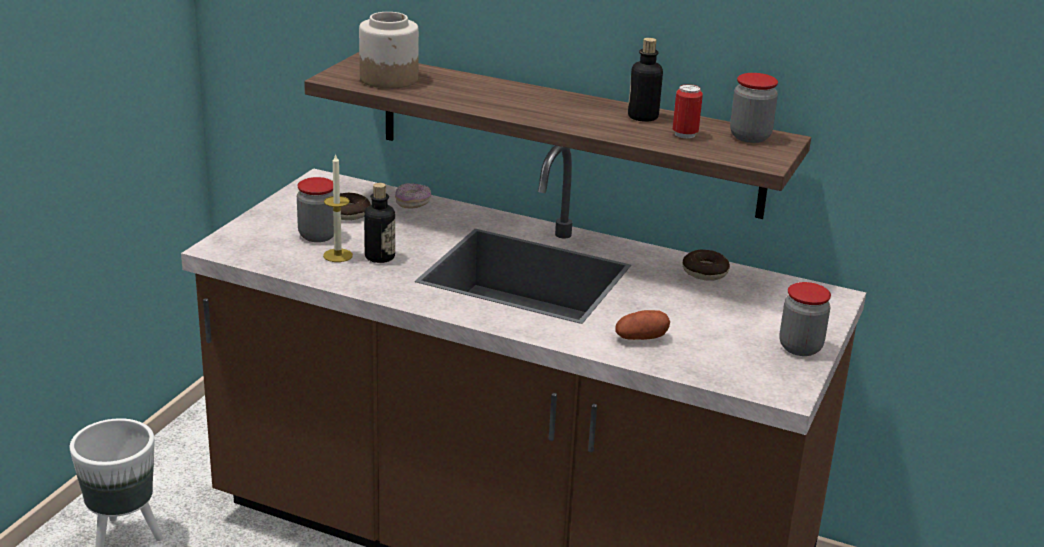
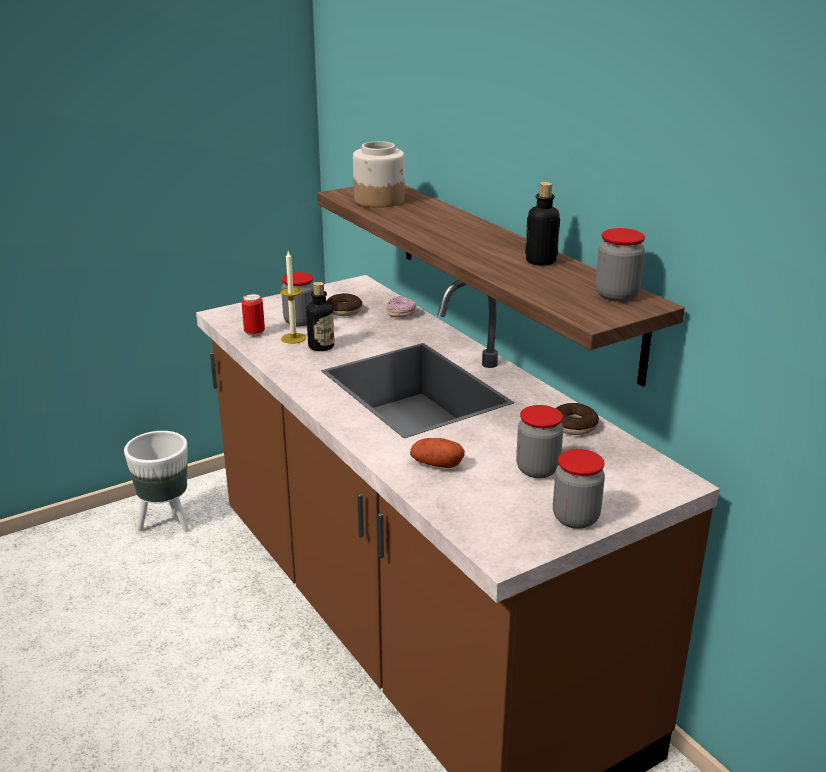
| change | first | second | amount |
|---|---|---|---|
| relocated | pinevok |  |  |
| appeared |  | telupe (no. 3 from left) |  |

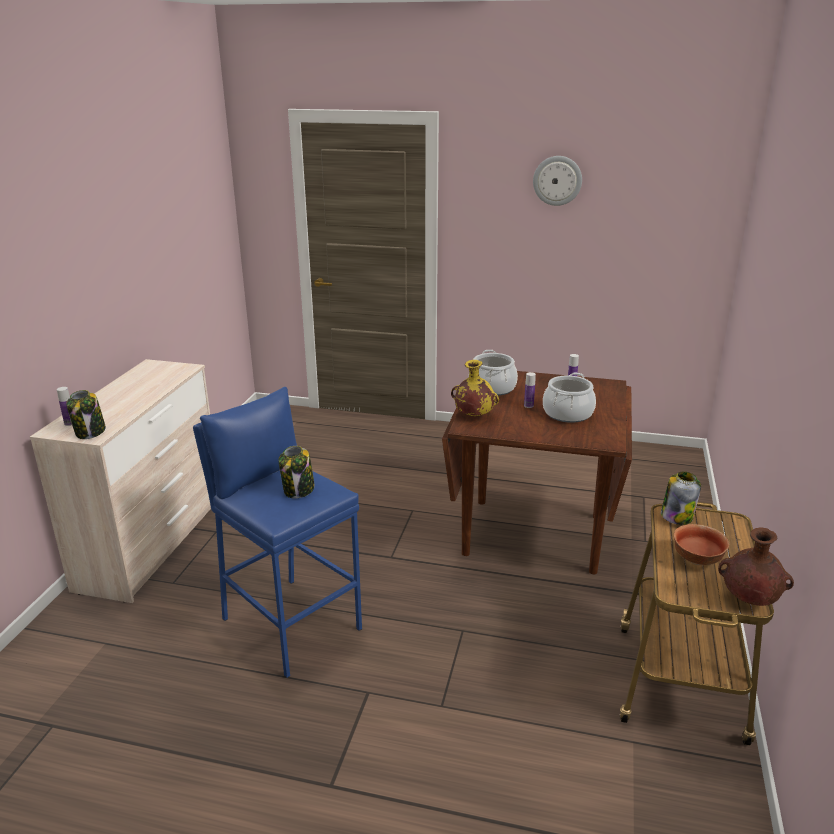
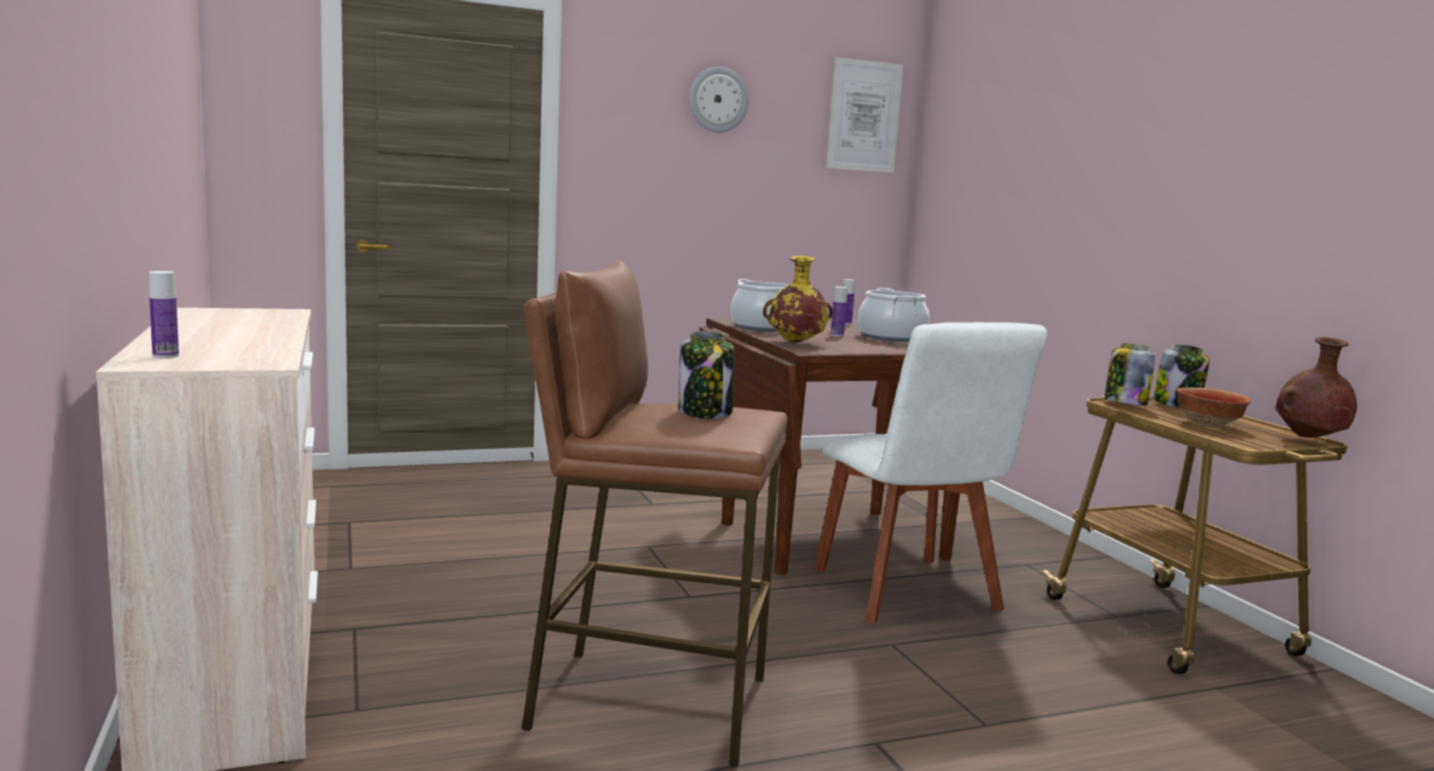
| change | first | second | amount |
|---|---|---|---|
| colour | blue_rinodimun | brown_rinodimun |  |
| relocated | telupe (no. 1 from left in the first image) | telupe (no. 3 from left) |  |
| appeared |  | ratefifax |  |
| appeared |  | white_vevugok |  |

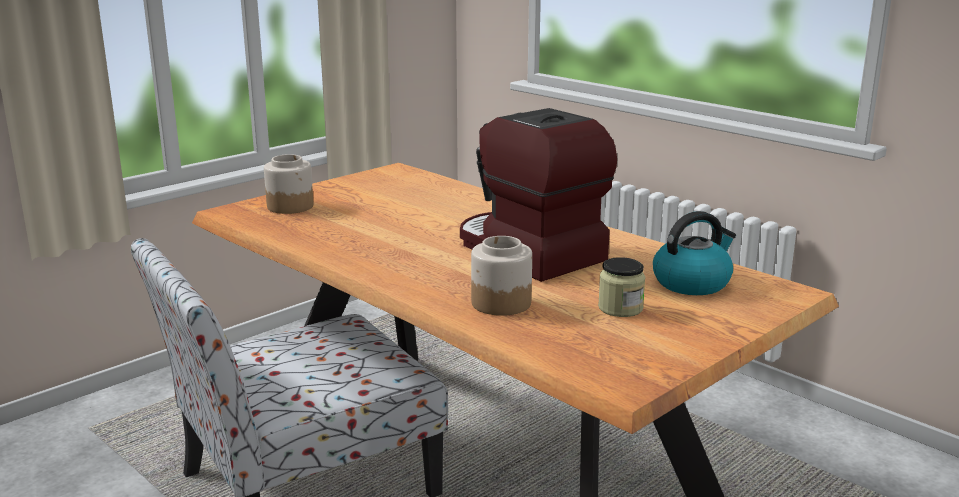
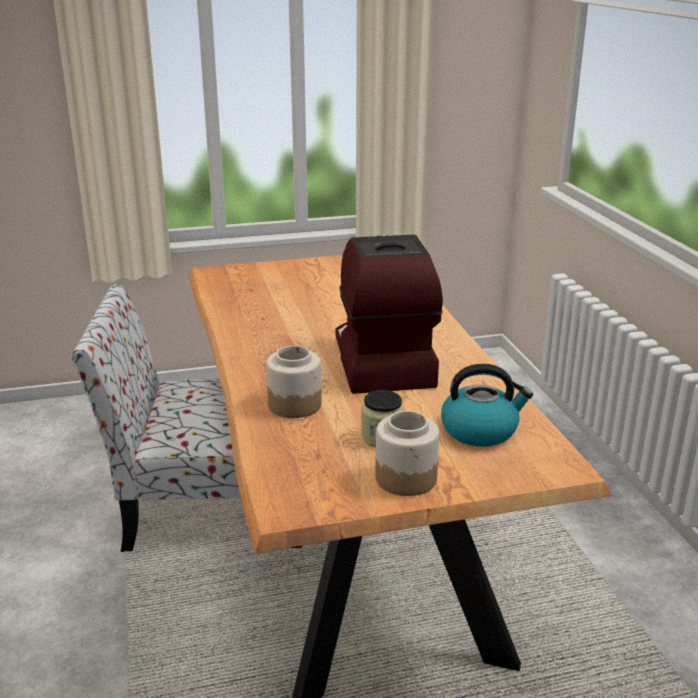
| change | first | second | amount |
|---|---|---|---|
| relocated | telupe (no. 1 from left in the first image) | telupe (no. 3 from left) |  |

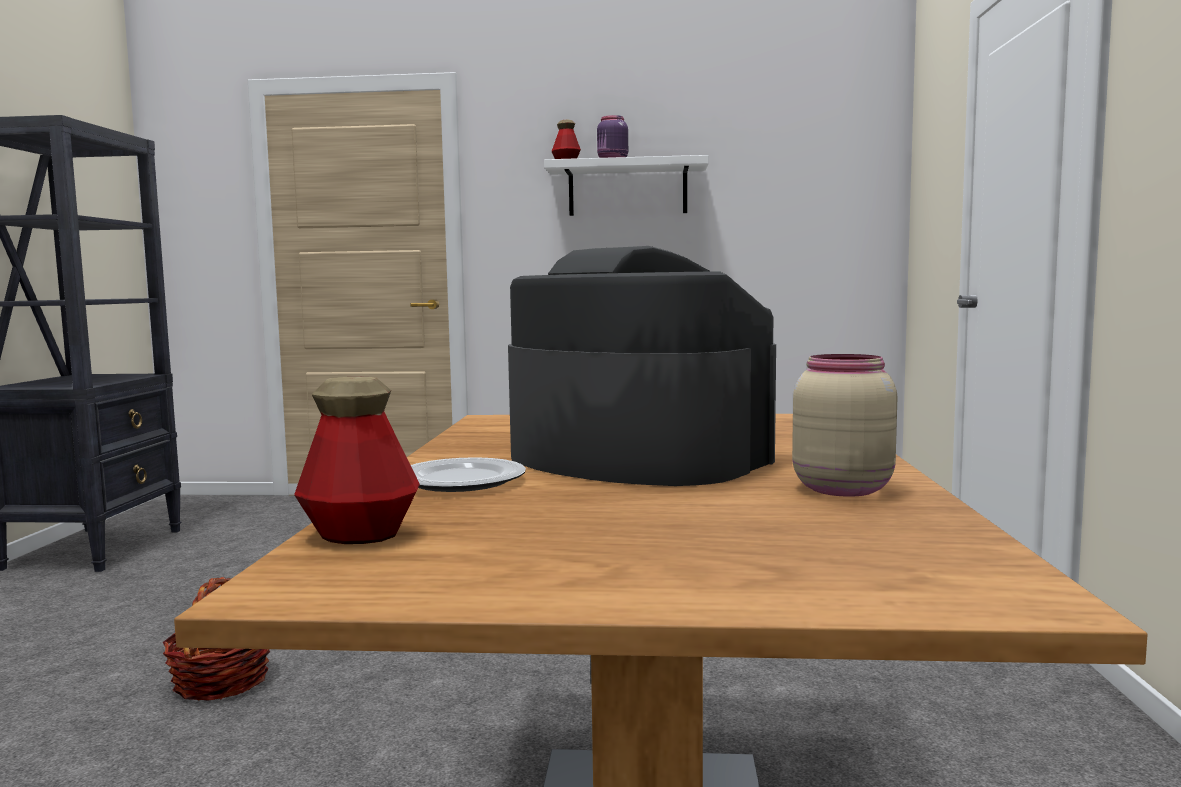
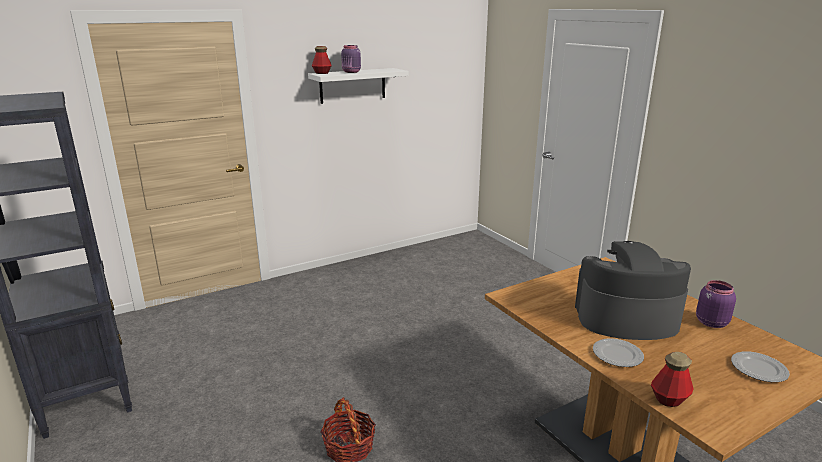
| change | first | second | amount |
|---|---|---|---|
| colour | beige_telupe | purple_telupe (no. 2 from left) |  |
| appeared |  | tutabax (no. 2 from left) |  |

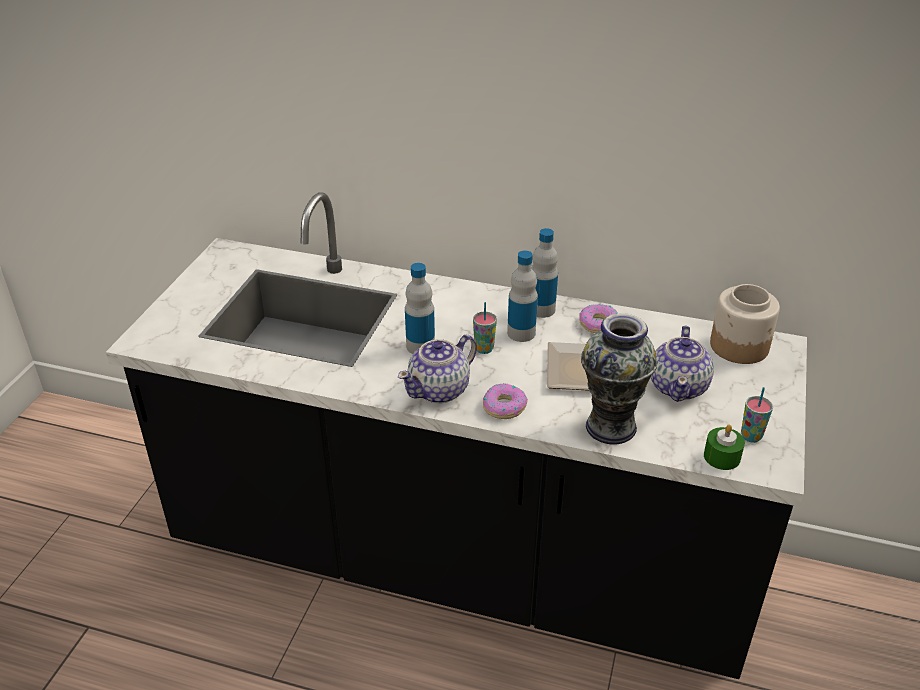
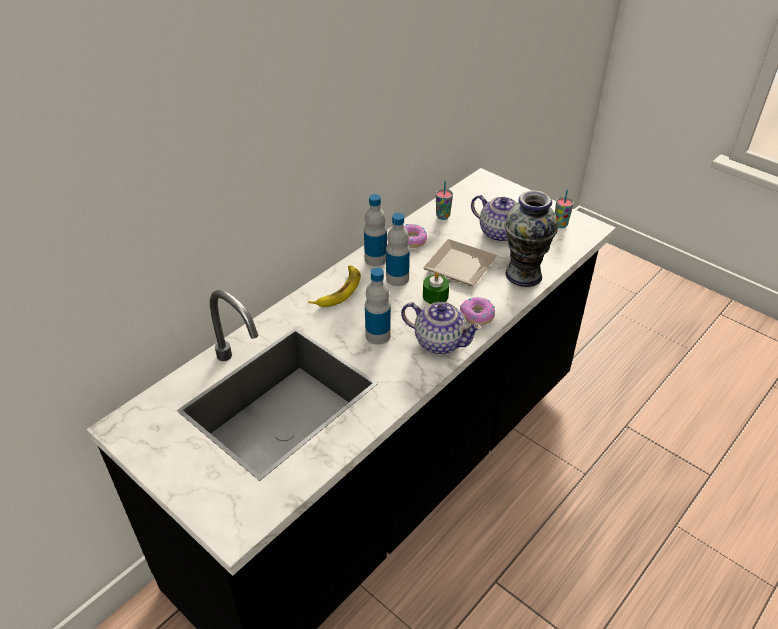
| change | first | second | amount |
|---|---|---|---|
| missing | telupe |  |  |
| relocated | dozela (no. 1 from left) |  |  |
| spun | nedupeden (no. 1 from left) |  | 45 degrees counterclockwise |
| relocated | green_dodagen |  |  |
| appeared |  | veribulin |  |

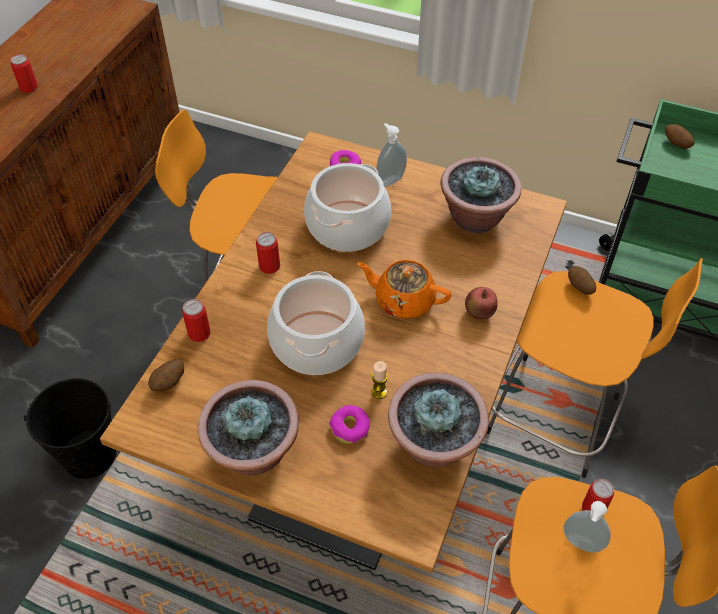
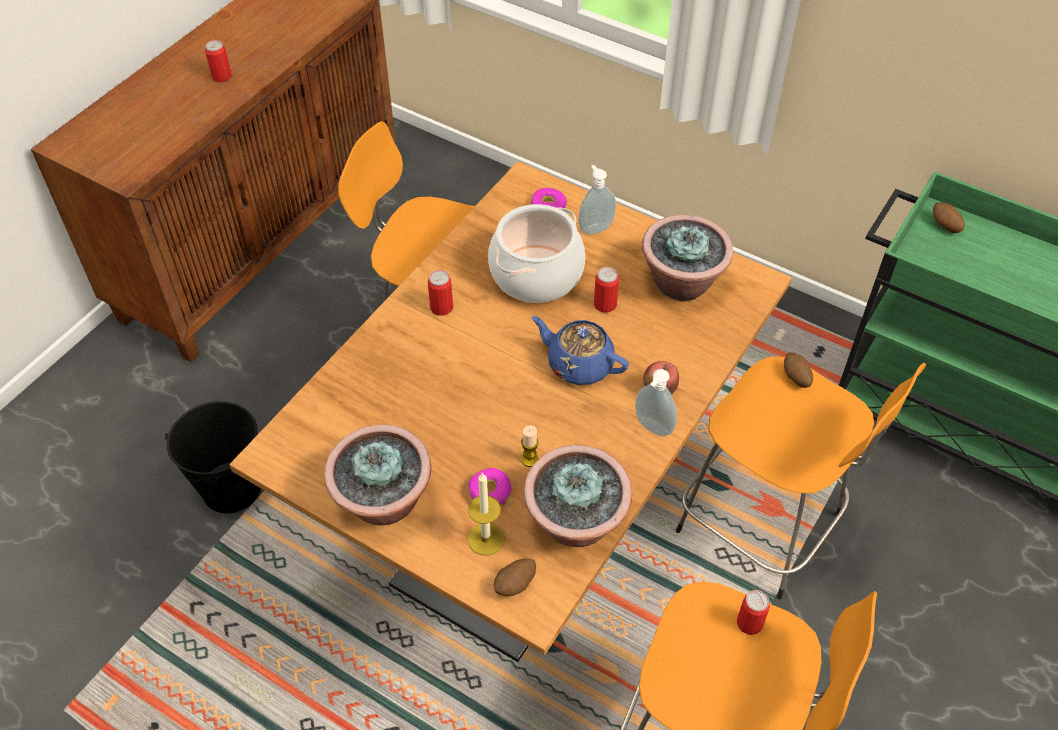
| change | first | second | amount |
|---|---|---|---|
| colour | orange_nedupeden | blue_nedupeden |  |
| missing | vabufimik (no. 1 from left) |  |  |
| relocated | pinevok (no. 2 from left in the first image) | pinevok (no. 3 from left) |  |
| relocated | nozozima (no. 1 from left) |  |  |
| relocated | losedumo (no. 2 from left) |  |  |
| appeared |  | dodagen (no. 1 from left) |  |

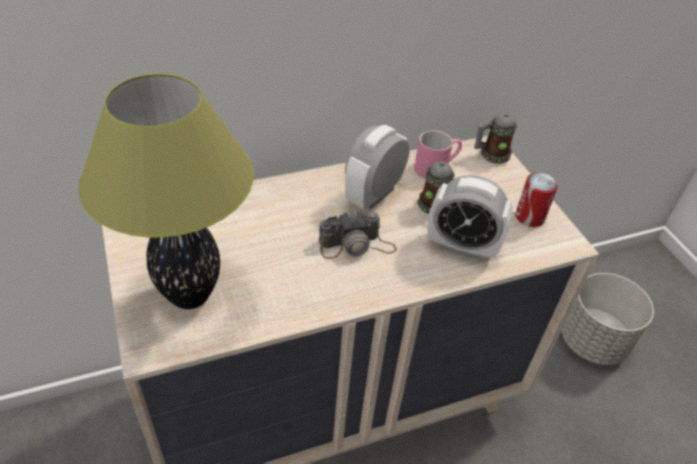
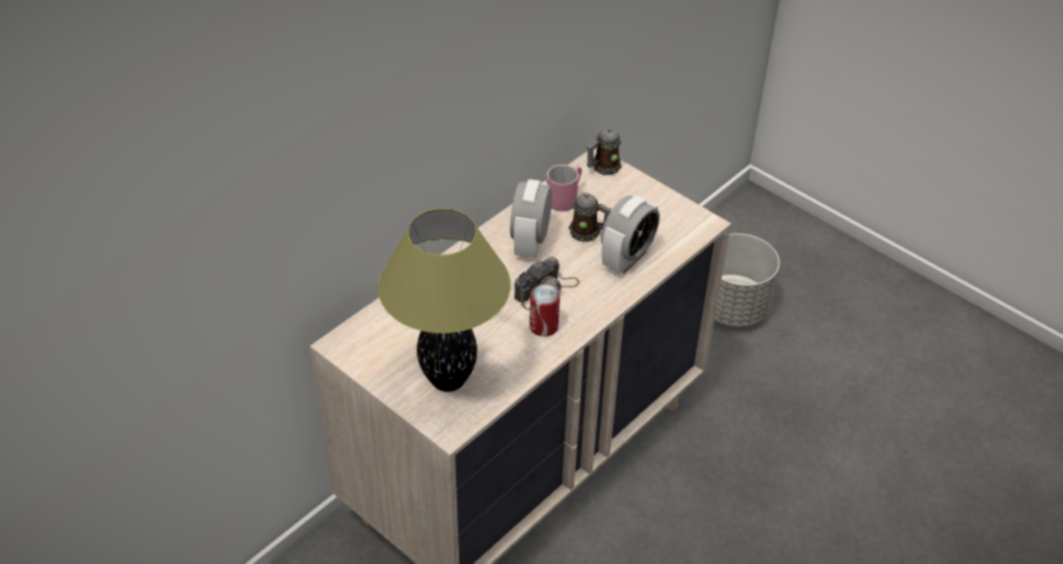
| change | first | second | amount |
|---|---|---|---|
| relocated | pinevok |  |  |
| spun | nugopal (no. 2 from left) |  | 45 degrees counterclockwise |

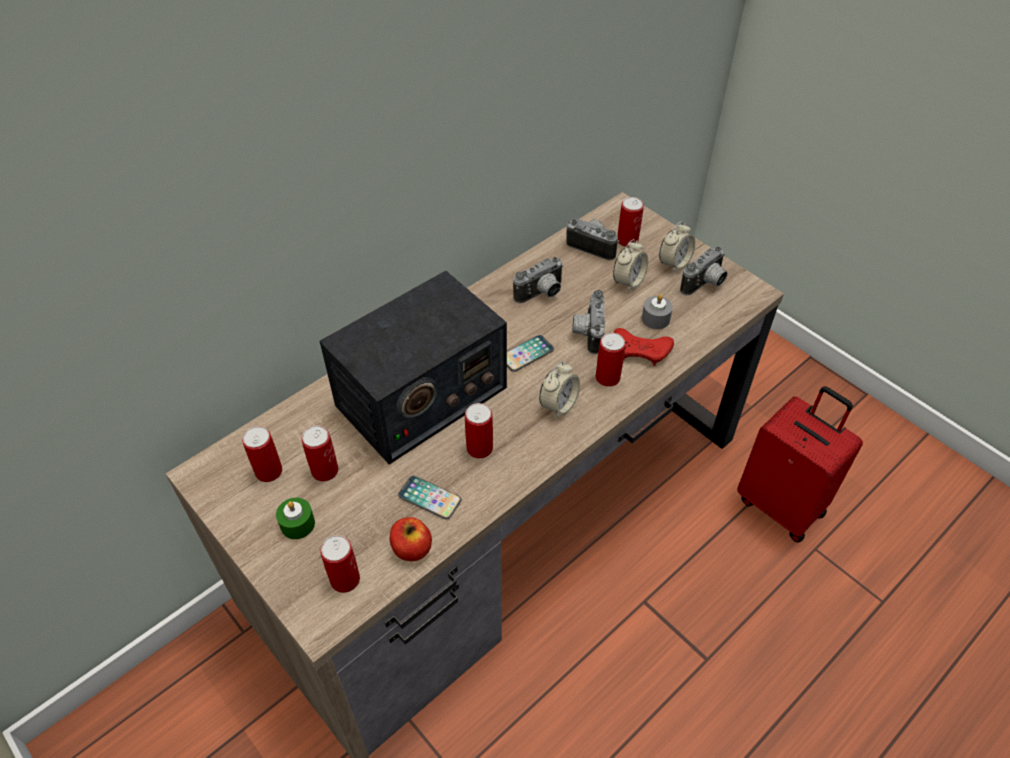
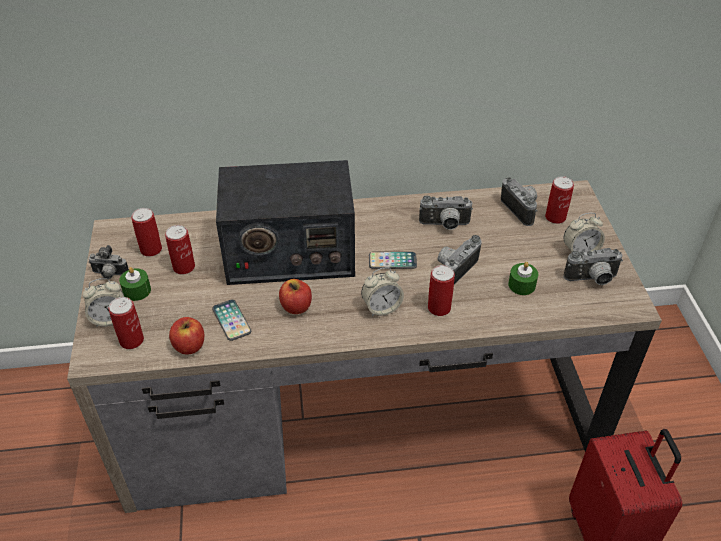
| change | first | second | amount |
|---|---|---|---|
| relocated | nugopal (no. 2 from left in the first image) | nugopal (no. 1 from left) |  |
| colour | grey_dodagen | green_dodagen (no. 2 from left) |  |
| missing | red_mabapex |  |  |
| exchanged | pinevok (no. 4 from left) | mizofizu (no. 2 from left) |  |
| appeared |  | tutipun (no. 1 from left) |  |

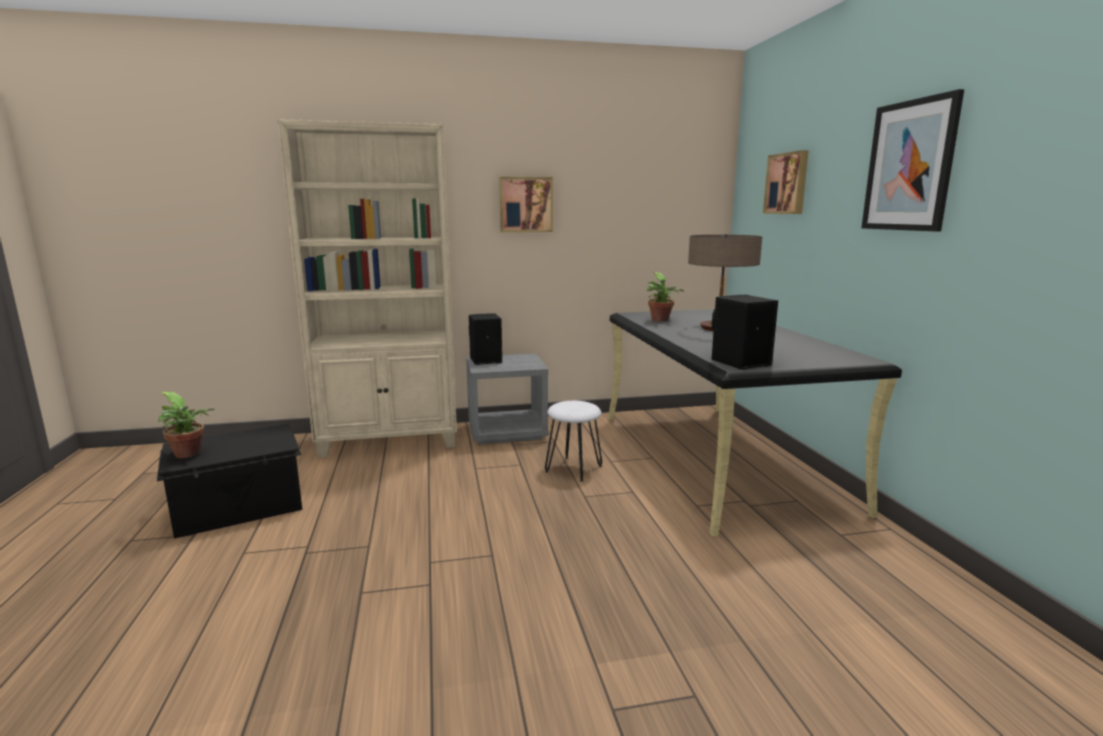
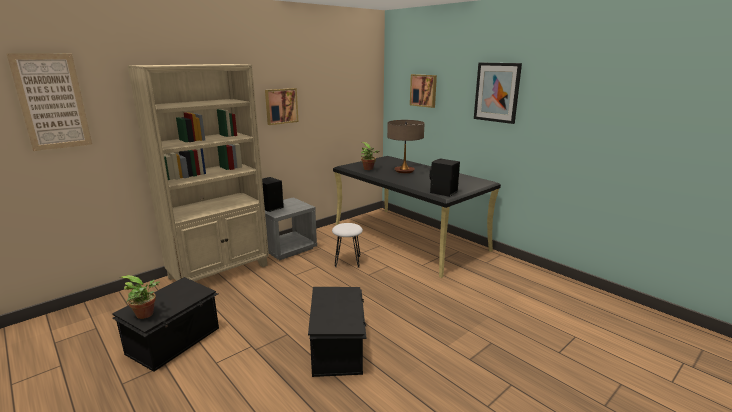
| change | first | second | amount |
|---|---|---|---|
| appeared |  | ratefifax (no. 1 from left) |  |
| appeared |  | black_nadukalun (no. 2 from left) |  |

